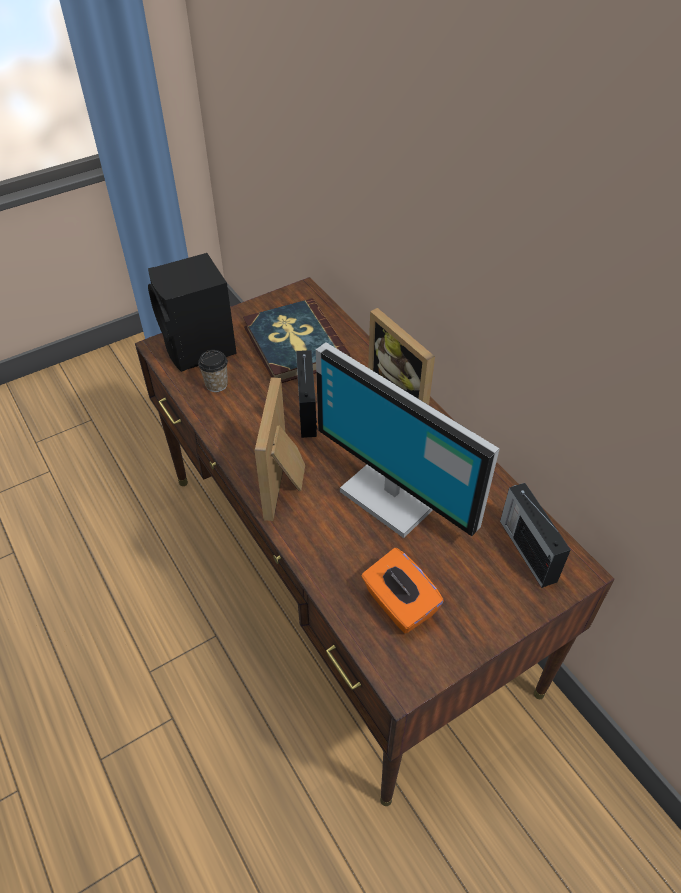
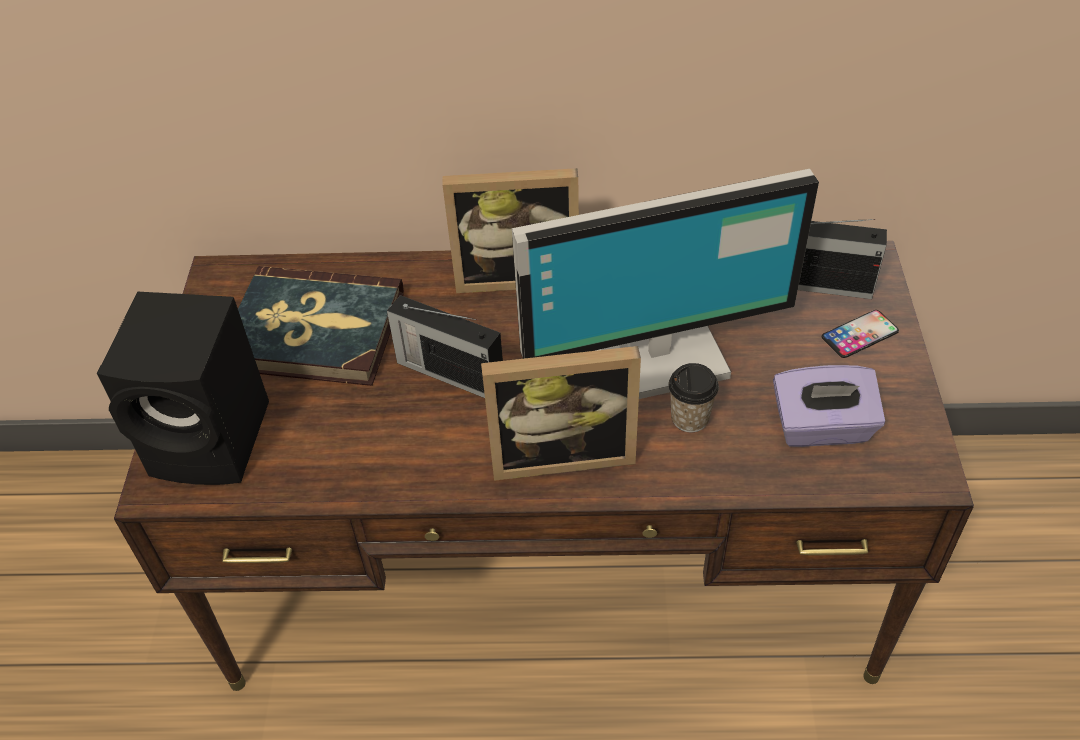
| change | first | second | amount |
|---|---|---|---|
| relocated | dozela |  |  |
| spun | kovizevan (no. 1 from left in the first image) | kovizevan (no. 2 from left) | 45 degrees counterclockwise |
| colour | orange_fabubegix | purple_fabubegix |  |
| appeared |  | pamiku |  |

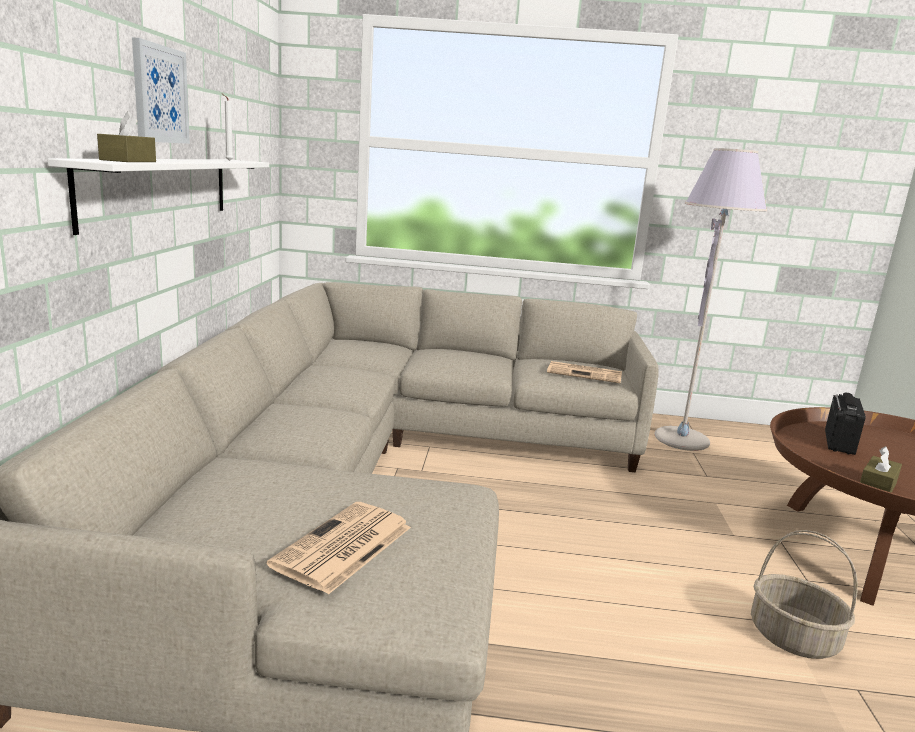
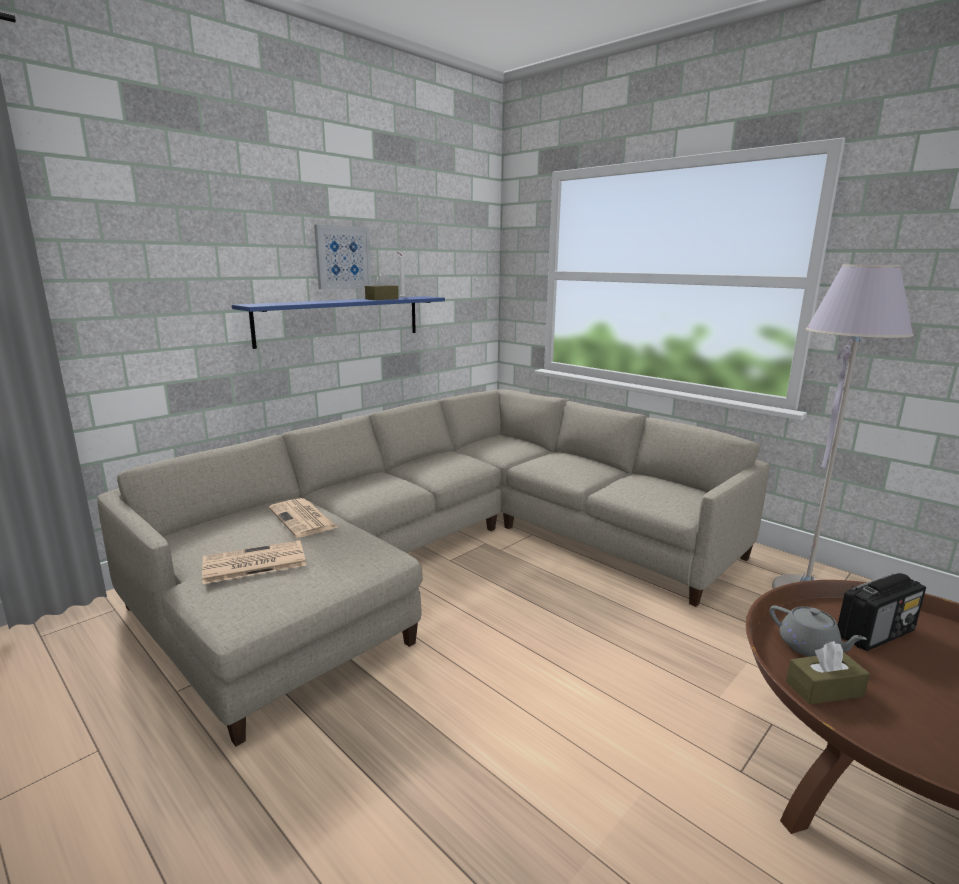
| change | first | second | amount |
|---|---|---|---|
| relocated | brown_fabubegix (no. 1 from left) |  |  |
| colour | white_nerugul | blue_nerugul |  |
| relocated | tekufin (no. 2 from left) |  |  |
| missing | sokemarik |  |  |
| appeared |  | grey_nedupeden |  |

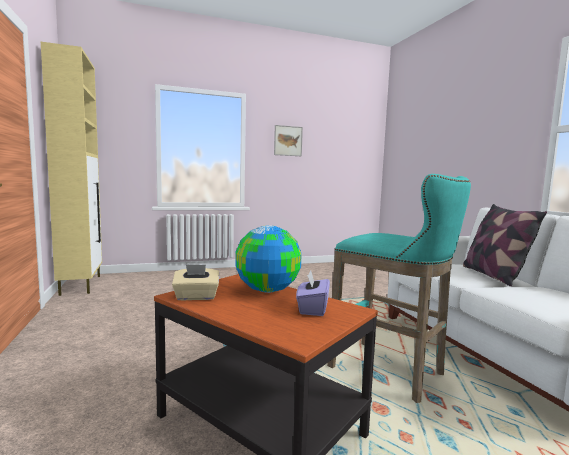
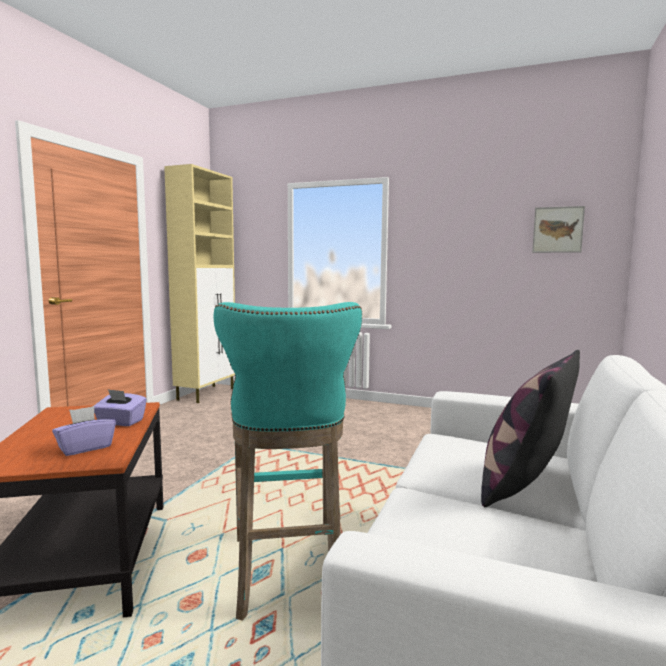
| change | first | second | amount |
|---|---|---|---|
| relocated | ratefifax |  |  |
| exchanged | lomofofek | purple_fabubegix (no. 2 from left) |  |
| missing | beige_fabubegix |  |  |

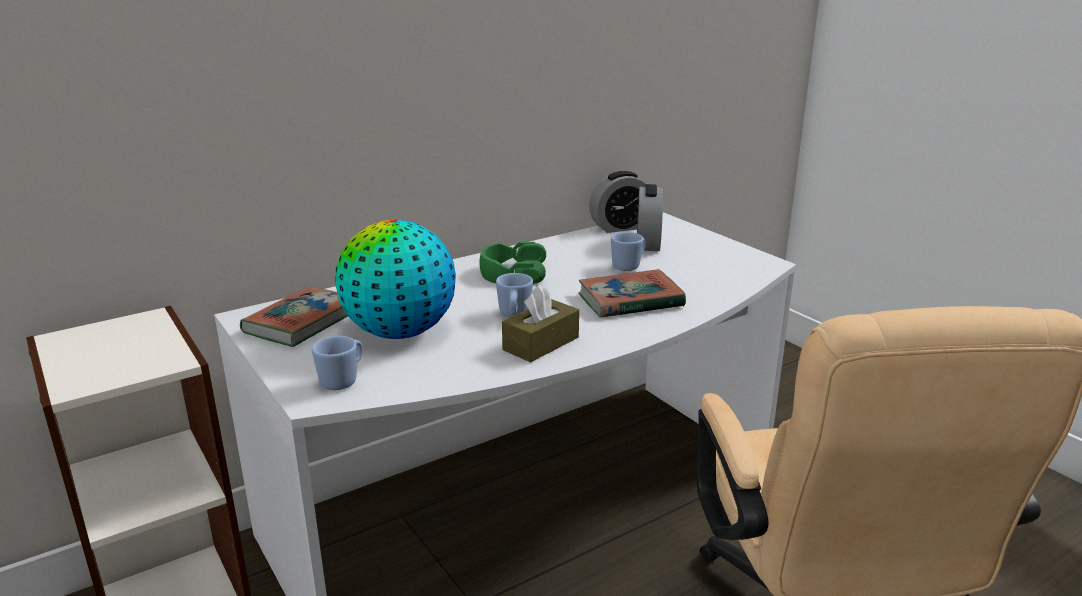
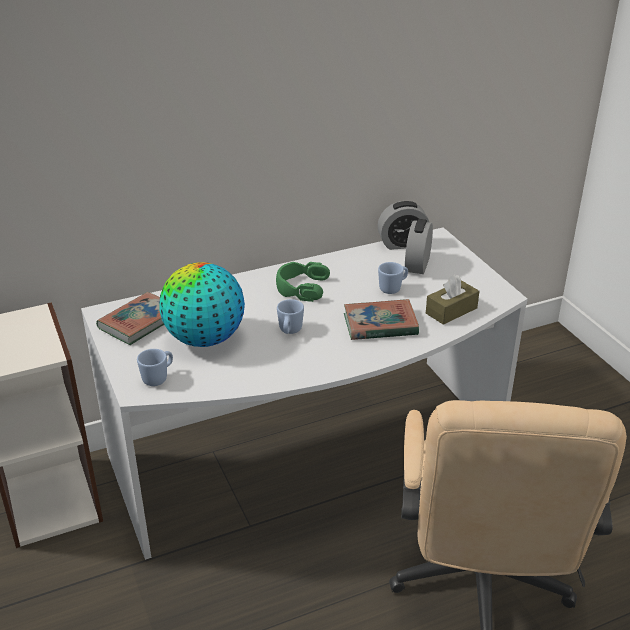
| change | first | second | amount |
|---|---|---|---|
| relocated | brown_fabubegix |  |  |

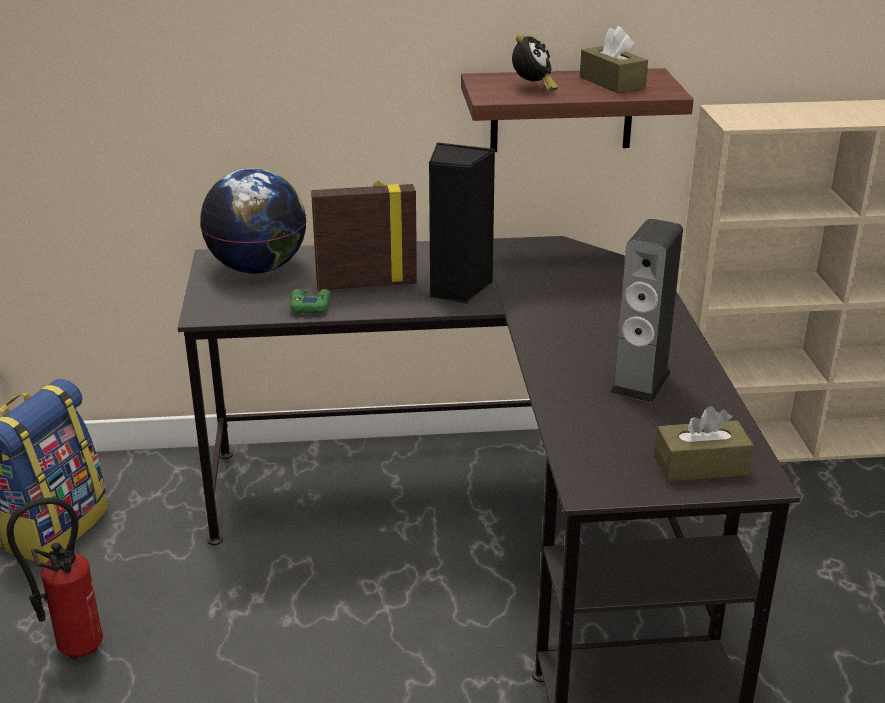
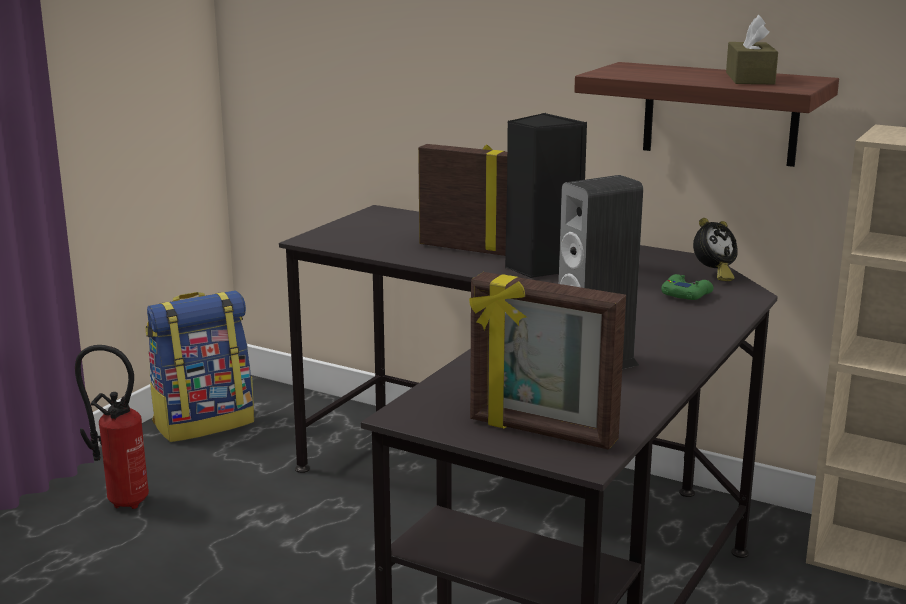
| change | first | second | amount |
|---|---|---|---|
| relocated | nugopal |  |  |
| missing | lomofofek |  |  |
| relocated | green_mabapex |  |  |
| exchanged | brown_fabubegix (no. 2 from left) | kovizevan (no. 2 from left) |  |

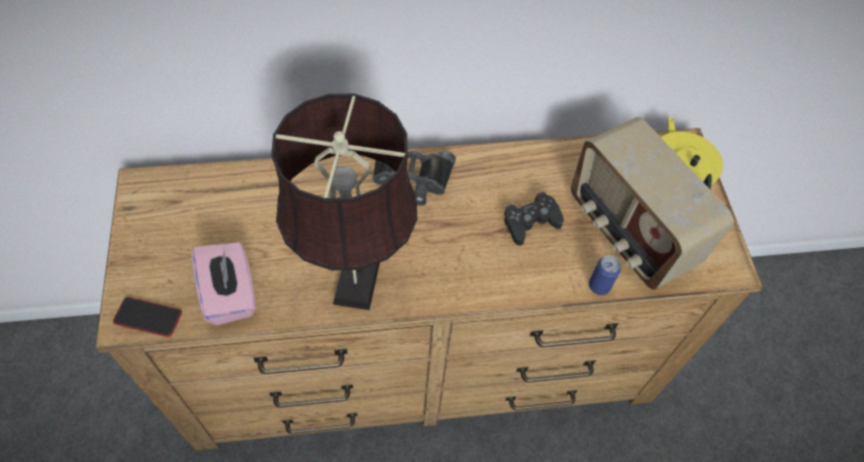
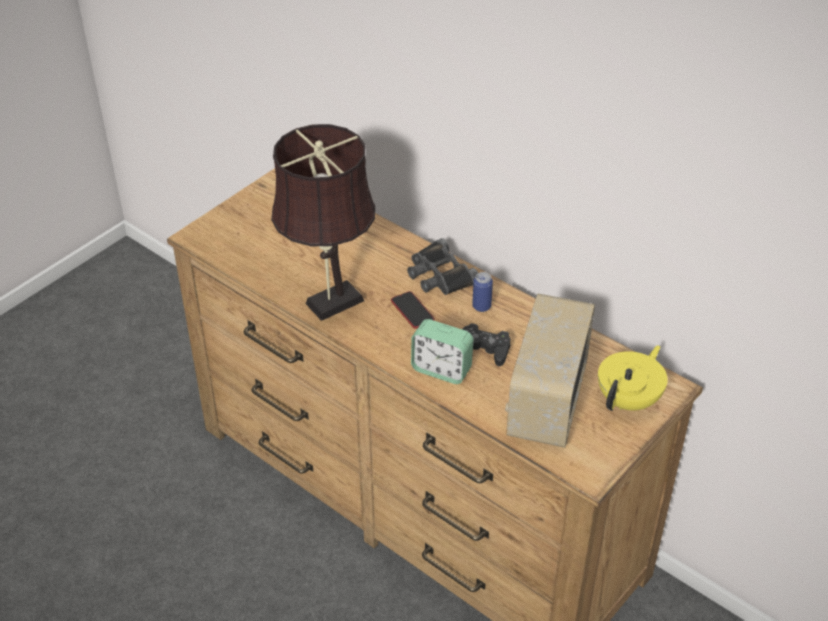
| change | first | second | amount |
|---|---|---|---|
| missing | pink_fabubegix |  |  |
| relocated | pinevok |  |  |
| relocated | pamiku |  |  |
| appeared |  | nugopal |  |

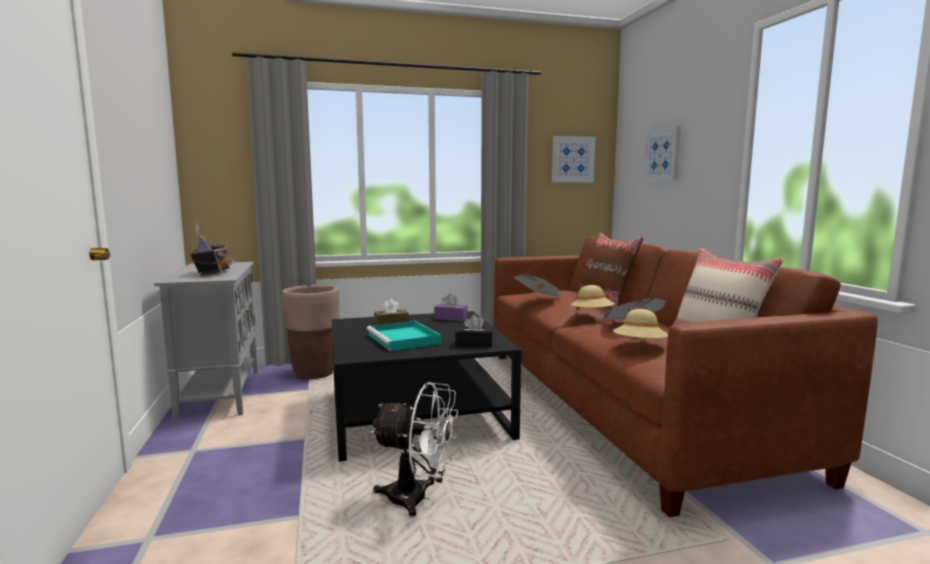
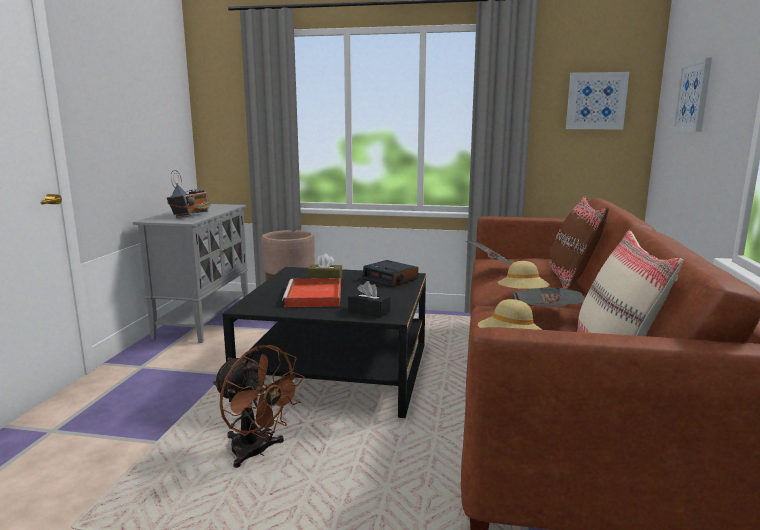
| change | first | second | amount |
|---|---|---|---|
| exchanged | purple_fabubegix | nugopal |  |
| colour | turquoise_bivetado | red_bivetado |  |
| colour | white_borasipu | brown_borasipu |  |

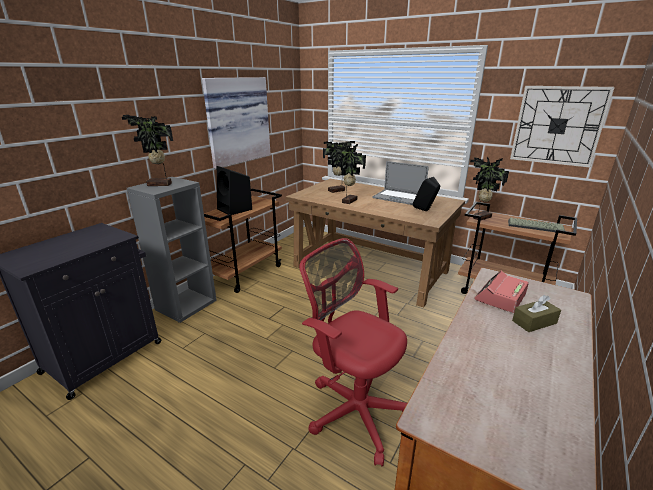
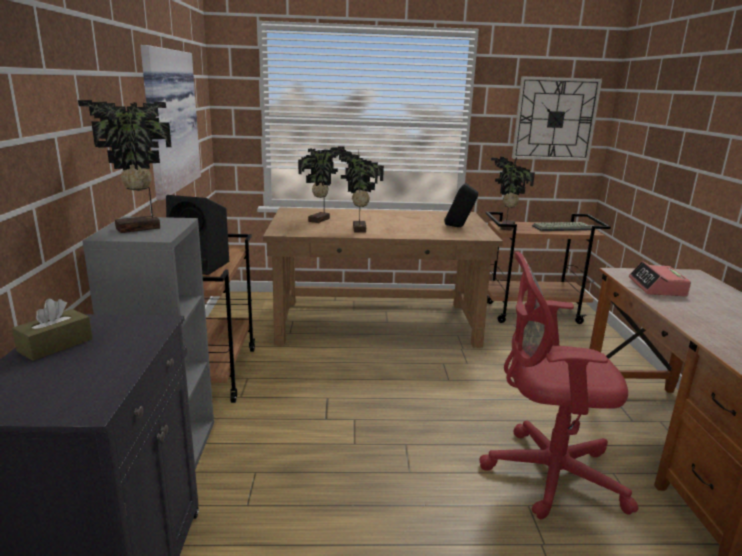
| change | first | second | amount |
|---|---|---|---|
| missing | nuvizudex |  |  |
| relocated | brown_fabubegix |  |  |

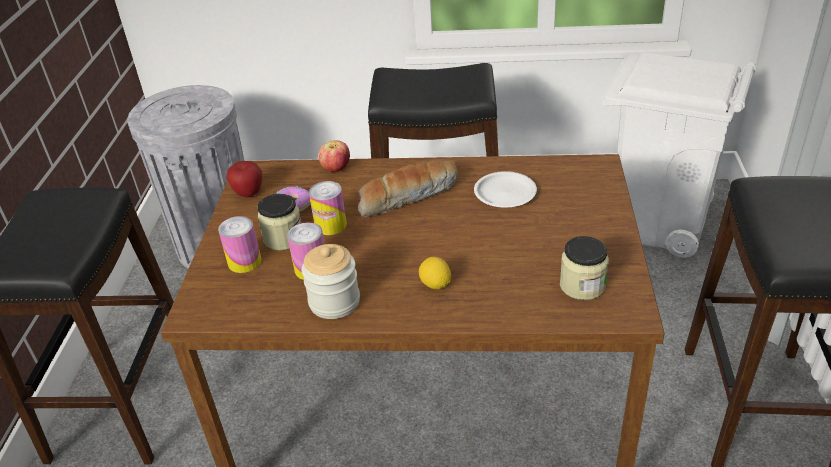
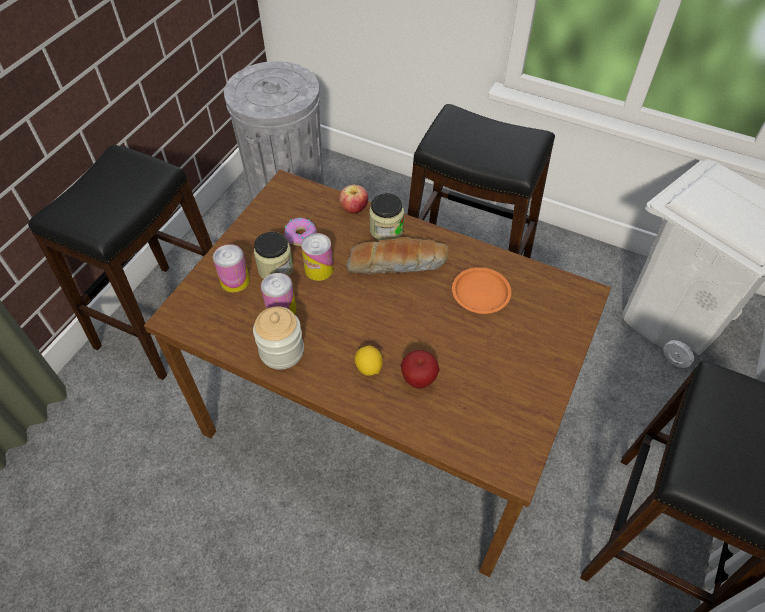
| change | first | second | amount |
|---|---|---|---|
| relocated | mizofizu (no. 1 from left in the first image) | mizofizu (no. 2 from left) |  |
| colour | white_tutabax | orange_tutabax |  |
| relocated | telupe (no. 3 from left) |  |  |

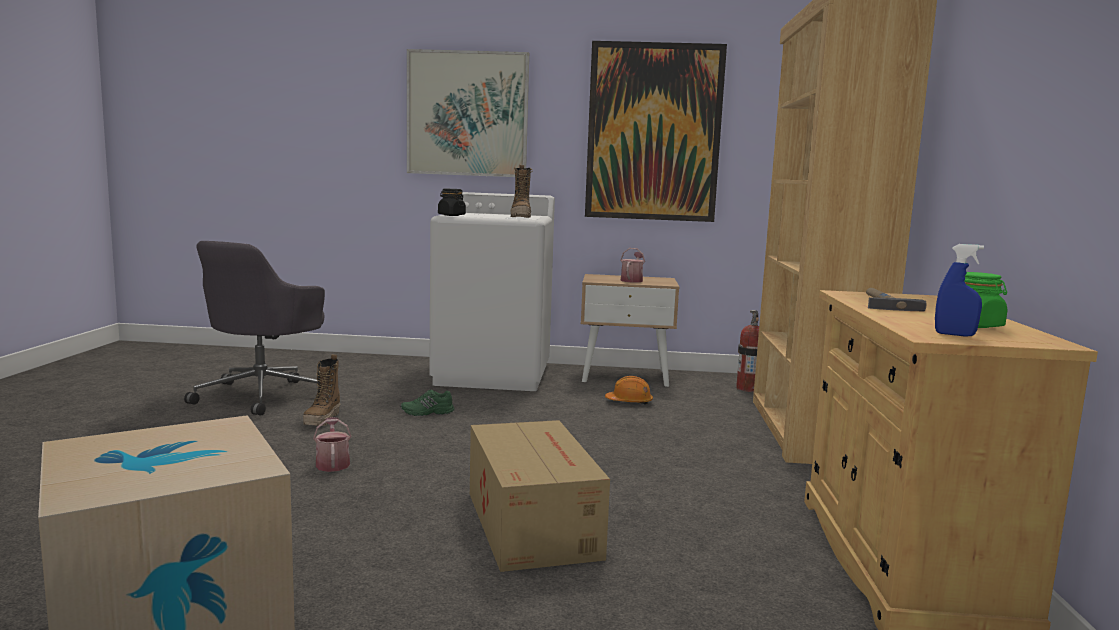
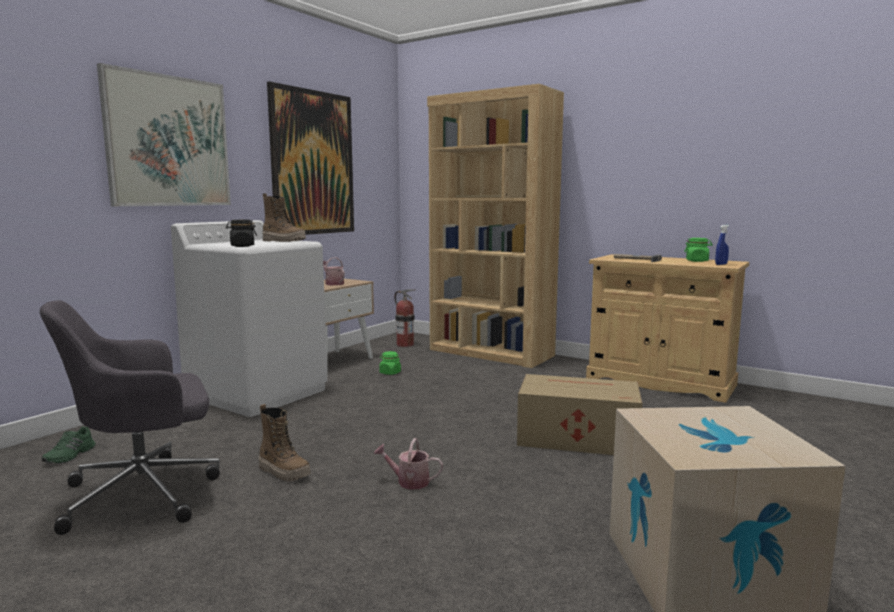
| change | first | second | amount |
|---|---|---|---|
| spun | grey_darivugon |  | 105 degrees clockwise |
| exchanged | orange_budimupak | green_telupe (no. 1 from left) |  |
| relocated | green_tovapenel |  |  |

